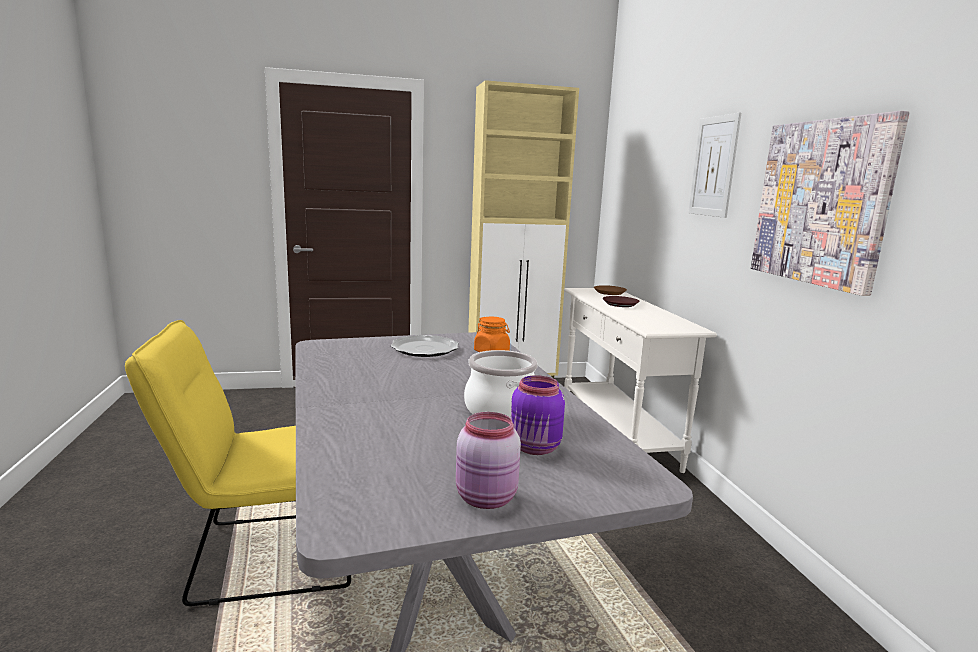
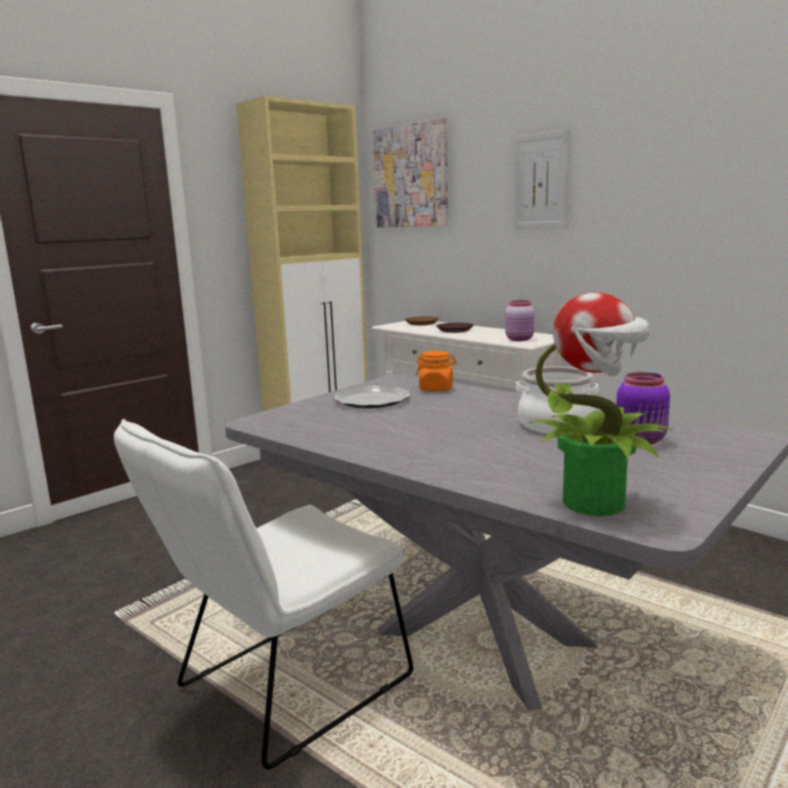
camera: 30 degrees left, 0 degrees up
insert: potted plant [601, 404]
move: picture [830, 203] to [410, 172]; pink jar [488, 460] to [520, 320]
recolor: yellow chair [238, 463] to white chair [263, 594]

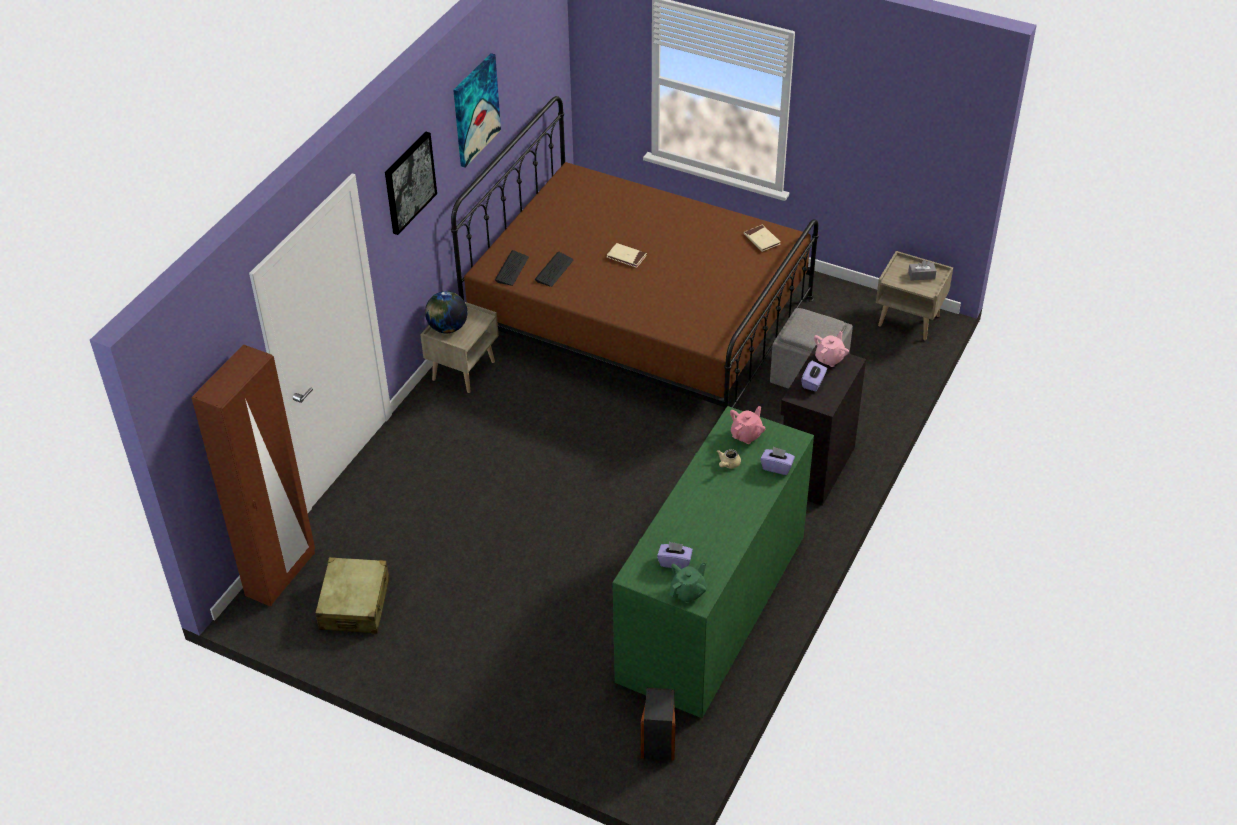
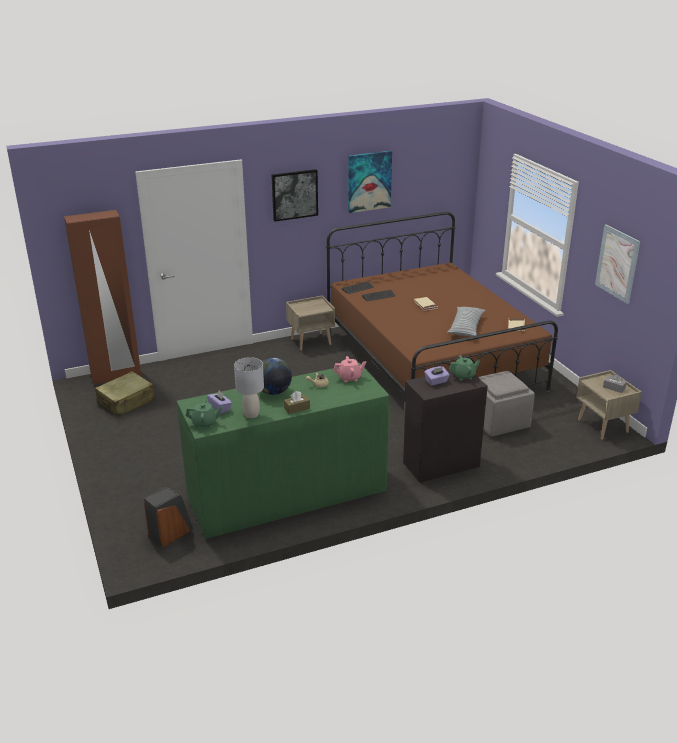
camera: 40 degrees right, 15 degrees down
delete: purple tissue box [777, 461]
insert: picture [617, 264]; pillow [466, 321]; grey table lamp [249, 387]; brown tissue box [297, 402]
move: globe [446, 312] to [277, 376]
recolor: pink teapot [831, 349] to green teapot [465, 367]

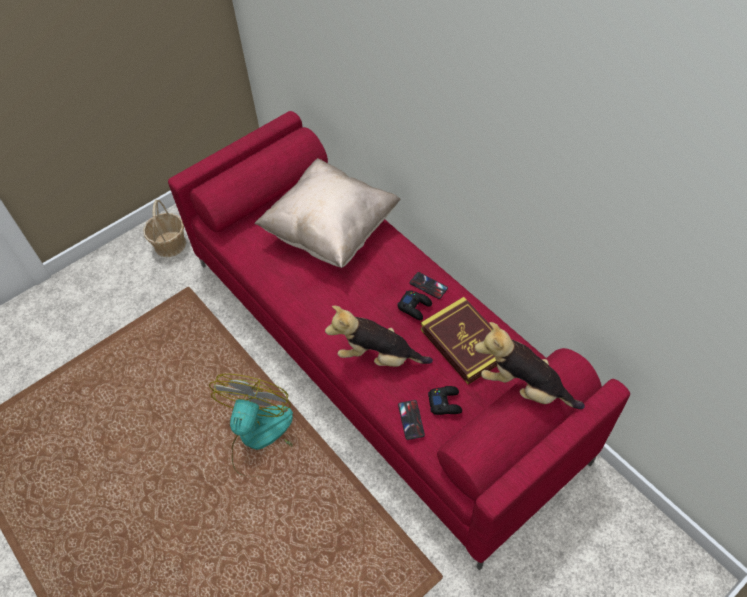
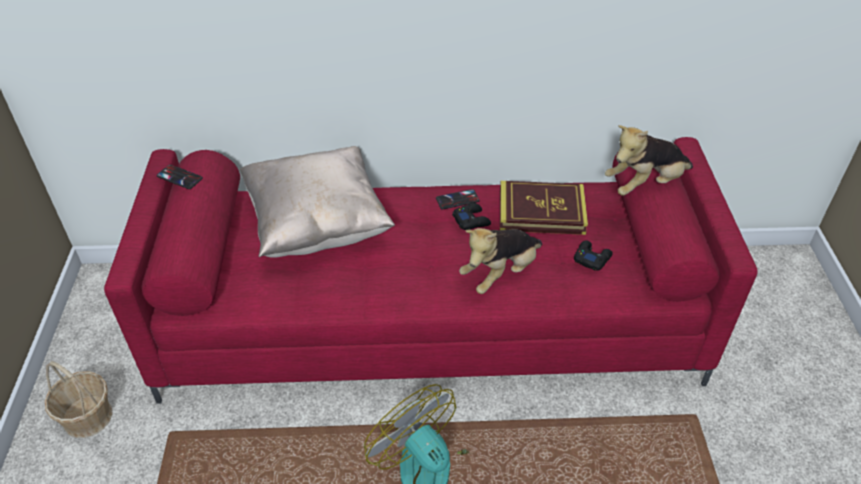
camera: 55 degrees left, 10 degrees down
move: phone [411, 420] to [180, 177]

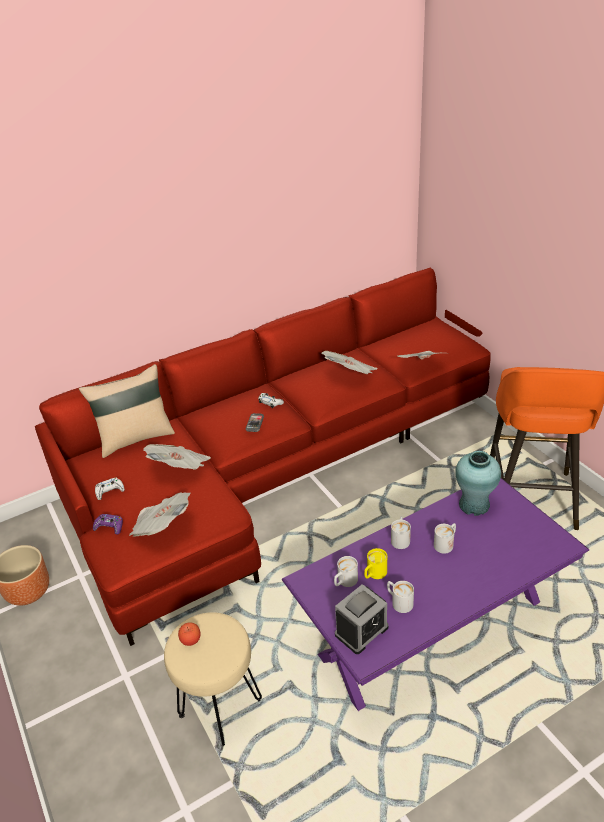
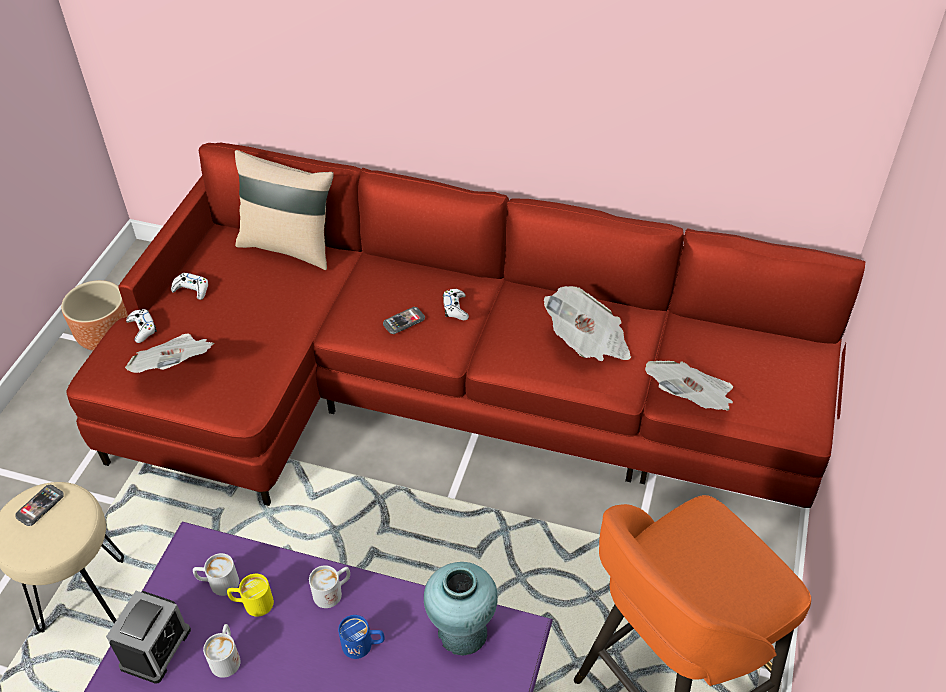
camera: 45 degrees right, 10 degrees up
delete: newspaper [177, 457]
replace: apple [189, 634] to phone [39, 505]
recolor: purple game controller [108, 524] to white game controller [141, 326]; white mug [445, 538] to blue mug [361, 637]
rotate: alarm clock [362, 619] = [148, 637] 75 degrees counterclockwise

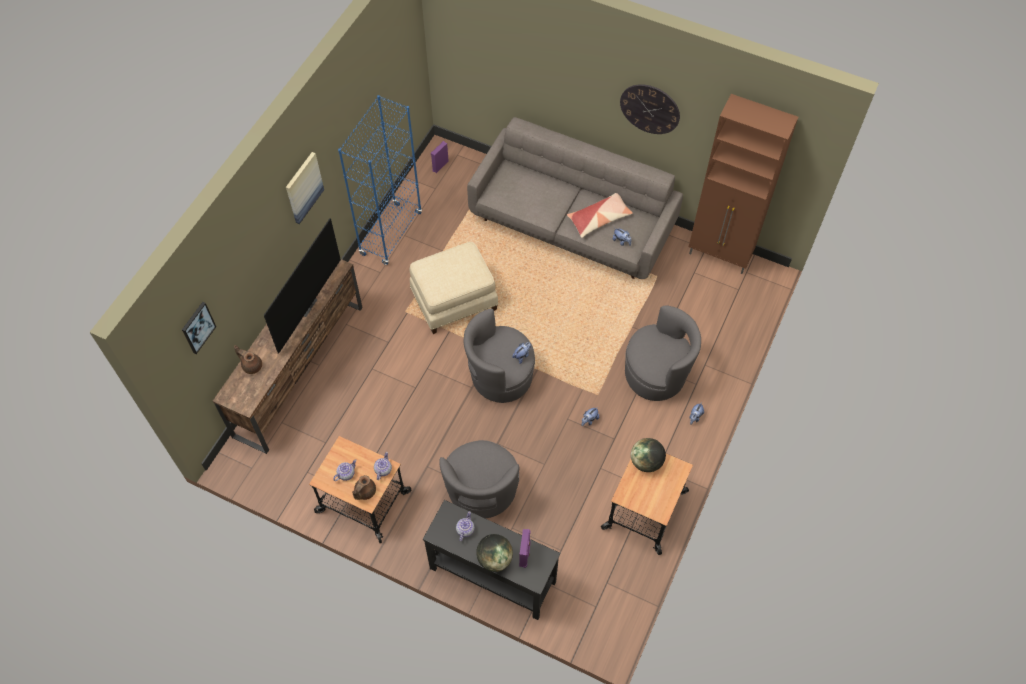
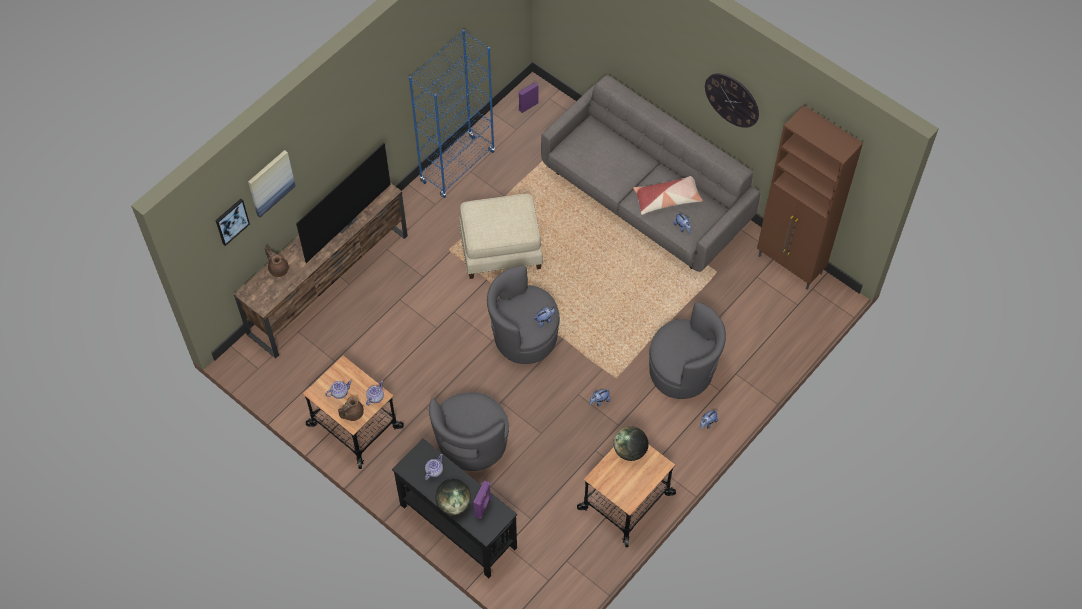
camera: 15 degrees right, 0 degrees up
move: picture [305, 188] to [271, 183]

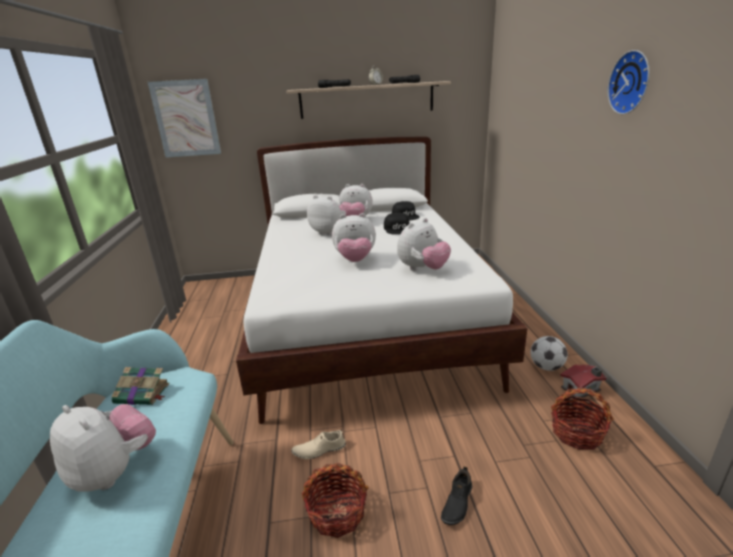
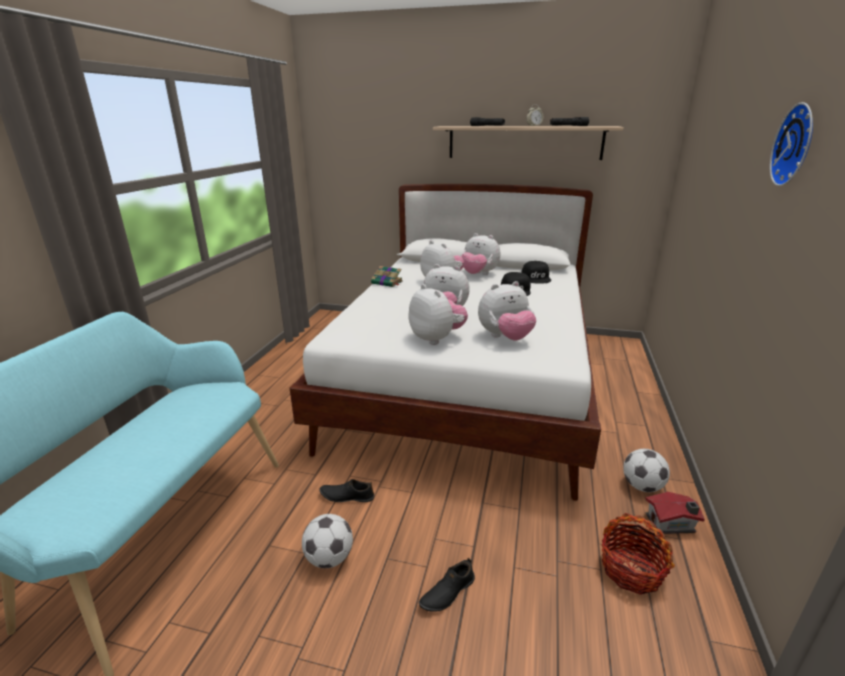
camera: 20 degrees right, 0 degrees up
delete: picture [184, 118]
move: book [141, 386] to [387, 276]; plush toy [103, 448] to [438, 314]
replace: basket [335, 500] to football [327, 541]
recolor: beige shoe [318, 444] to black shoe [346, 490]

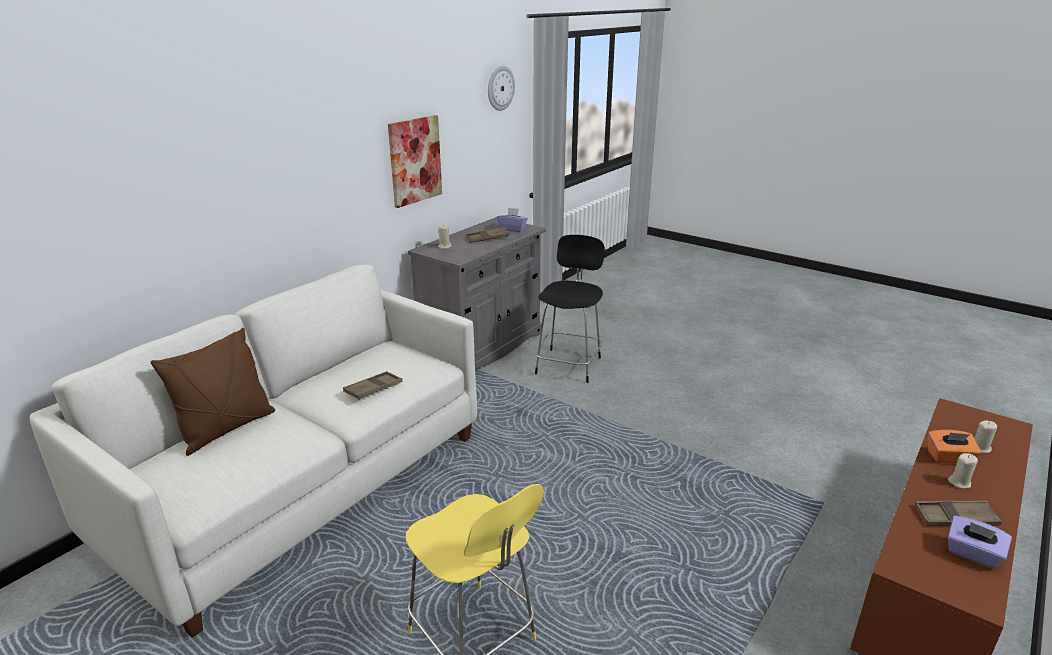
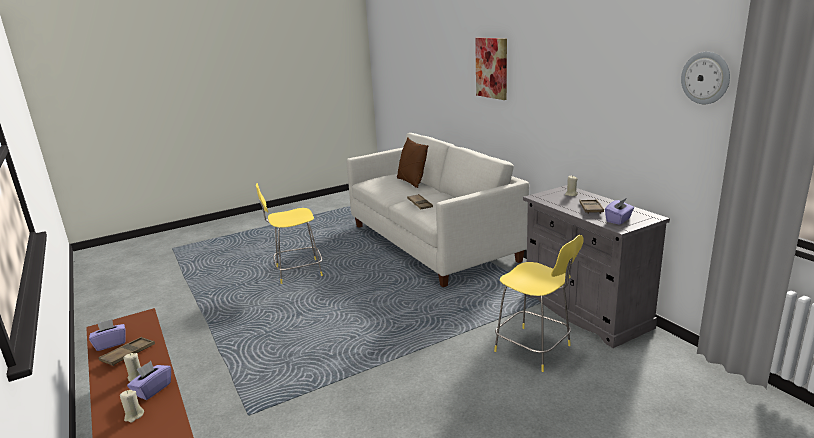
camera: 115 degrees right, 5 degrees down
move: picture [415, 161] to [491, 69]
recolor: black stool [570, 309] to yellow stool [539, 303]; orange tissue box [954, 446] to purple tissue box [149, 380]

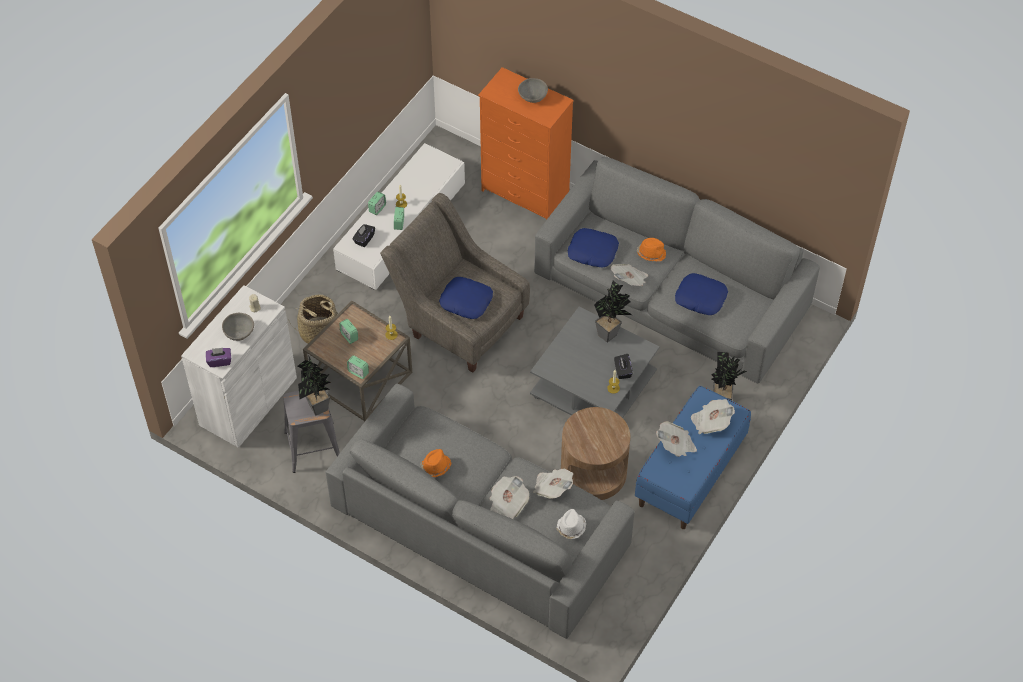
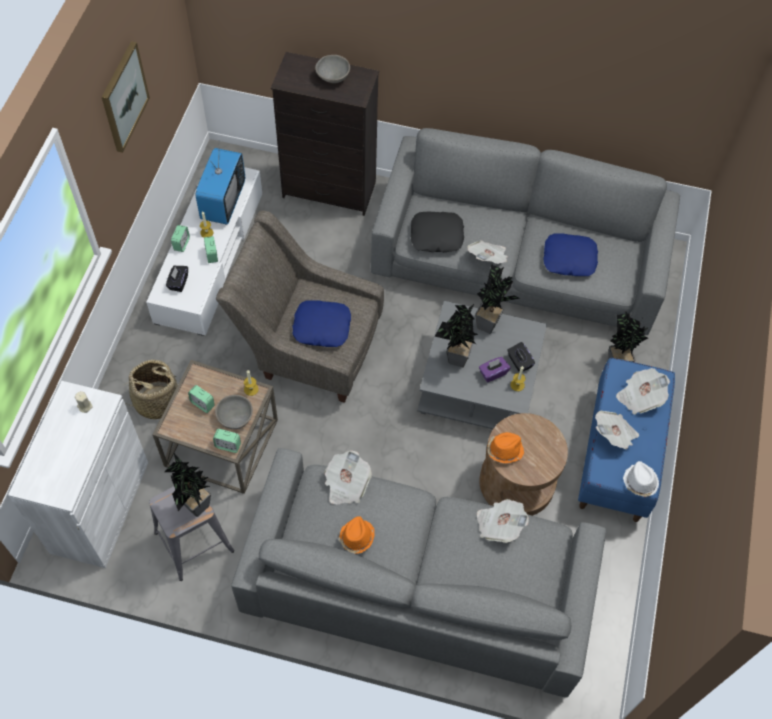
camera: 20 degrees left, 5 degrees up
insert: picture [126, 97]; television [220, 182]; potted plant [456, 335]
move: orange hat [651, 249] to [505, 448]; grey bowl [238, 327] to [234, 412]; purple tissue box [218, 357] to [494, 369]; newspaper [509, 497] to [348, 477]; white hat [571, 524] to [641, 479]
recolor: orange dresser [526, 143] to black dresser [325, 134]; blue pillow [593, 248] to black pillow [437, 231]

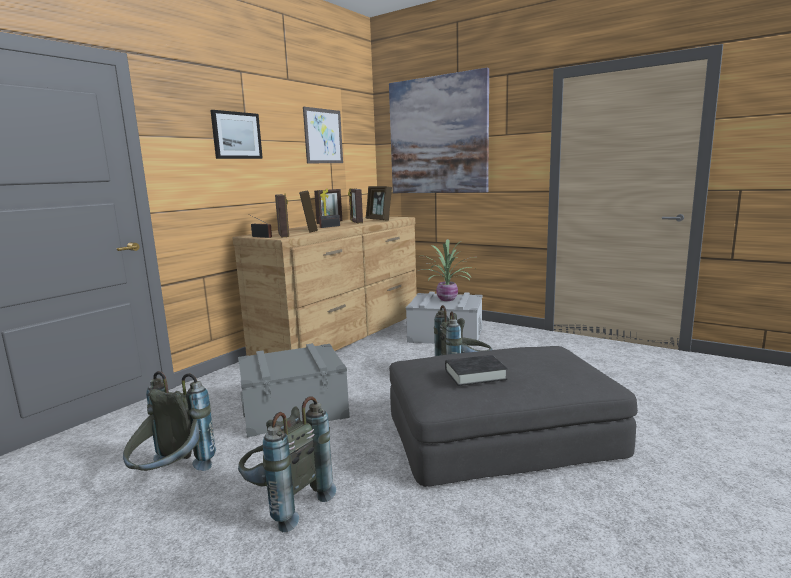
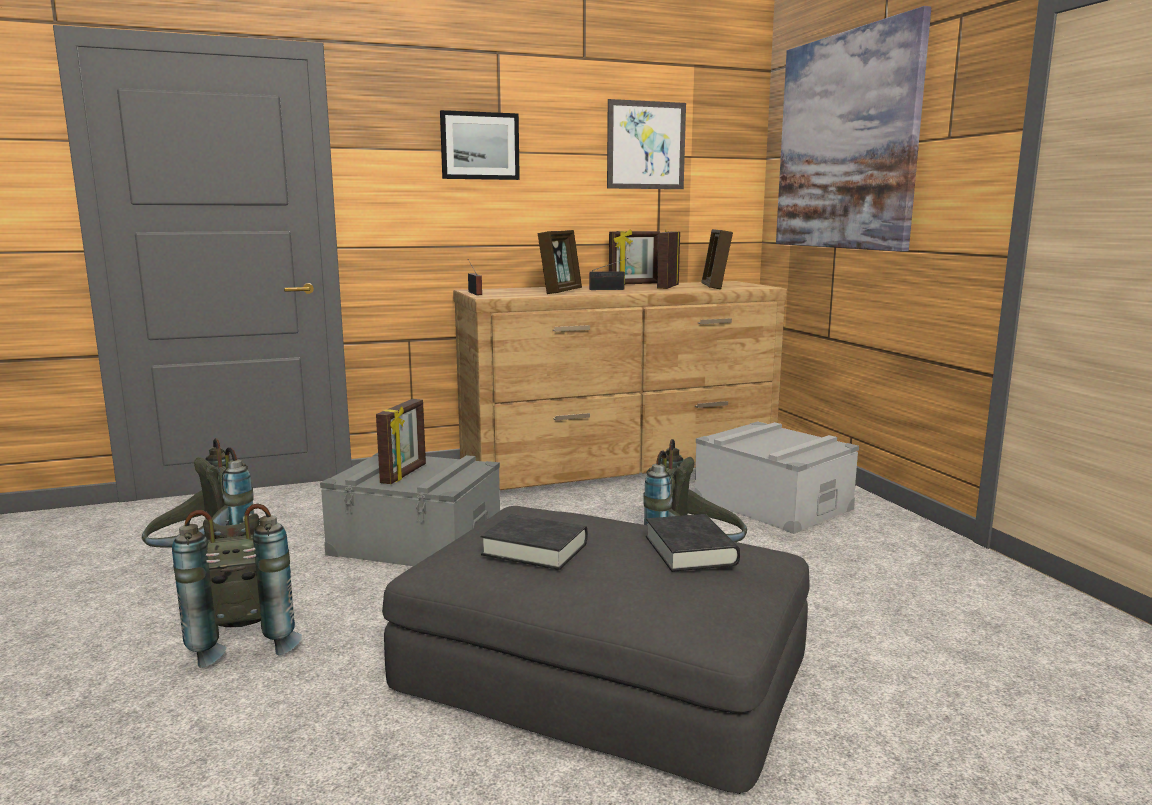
camera: 35 degrees right, 0 degrees up
delete: potted plant [445, 270]
insert: black book [693, 543]
move: picture frame [282, 215] to [401, 441]

